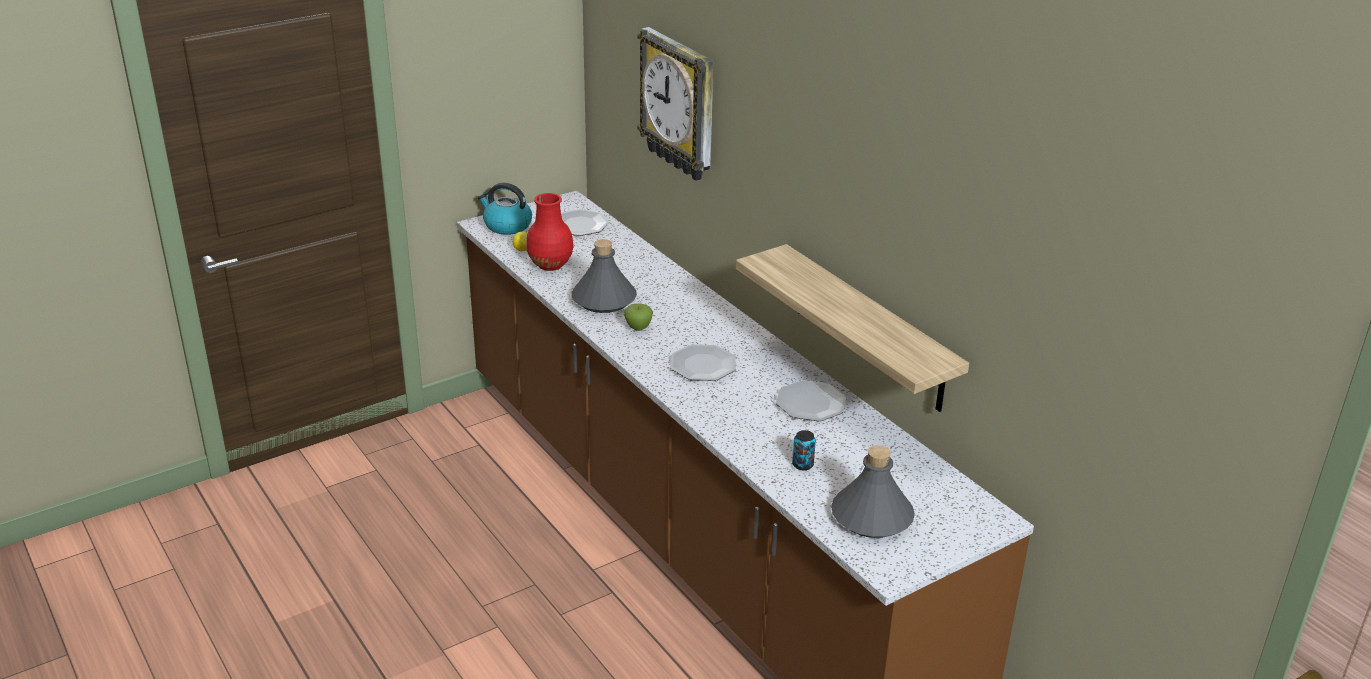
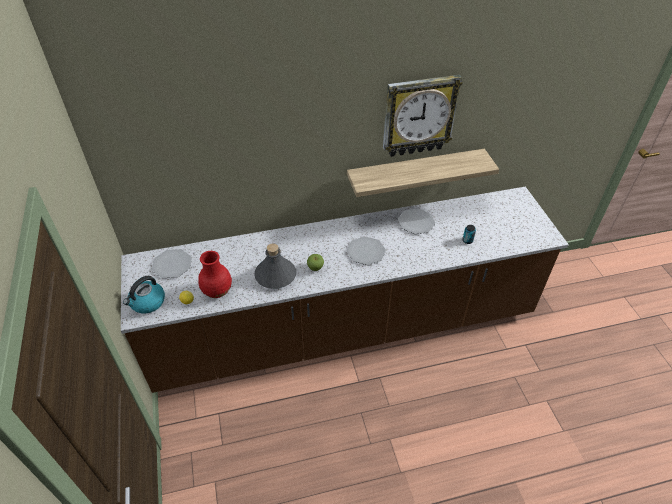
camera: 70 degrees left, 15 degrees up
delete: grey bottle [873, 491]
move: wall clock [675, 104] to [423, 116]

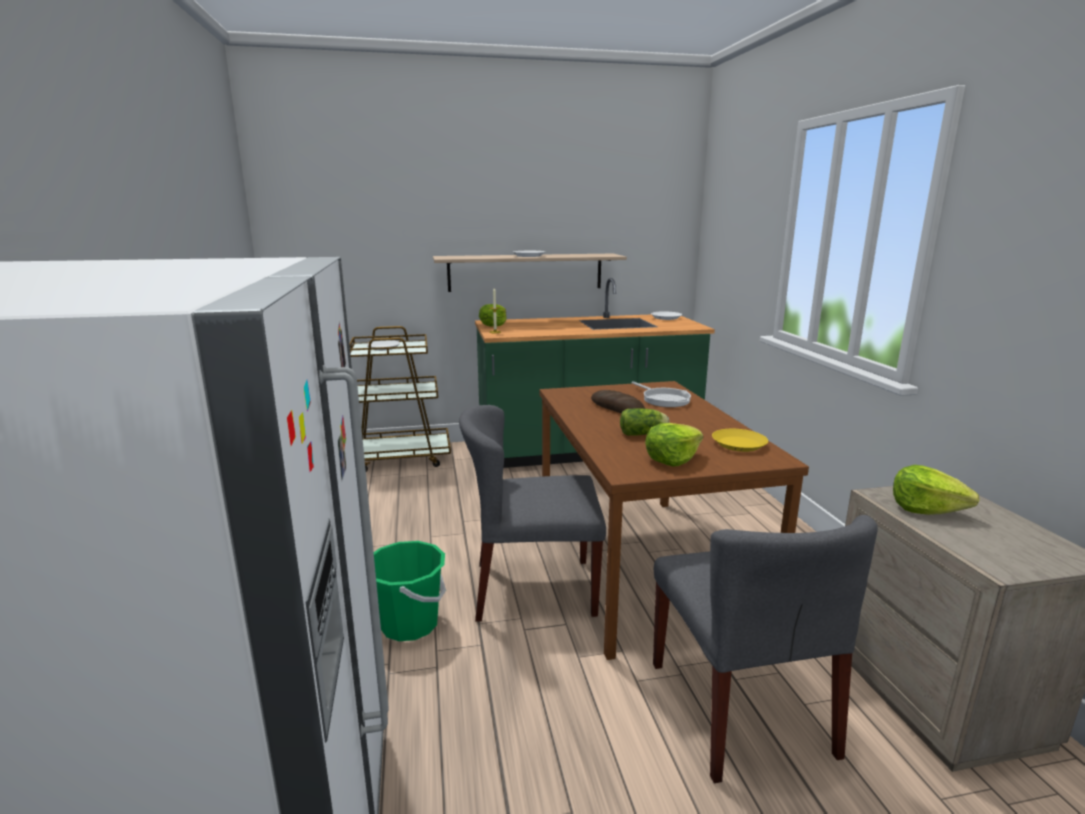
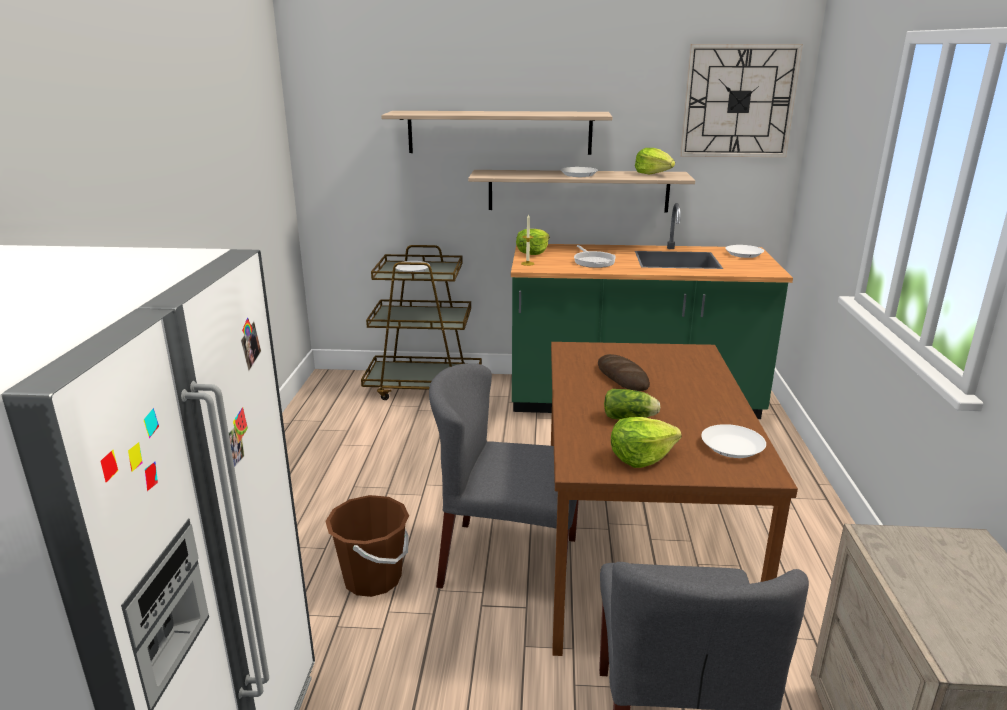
camera: 15 degrees right, 5 degrees up
insert: wall clock [741, 100]; shelf [497, 133]
move: frying pan [661, 394] to [595, 256]; lettuce [936, 490] to [655, 161]
recolor: yellow plate [740, 440] to white plate [733, 441]; green bucket [410, 591] to brown bucket [367, 546]

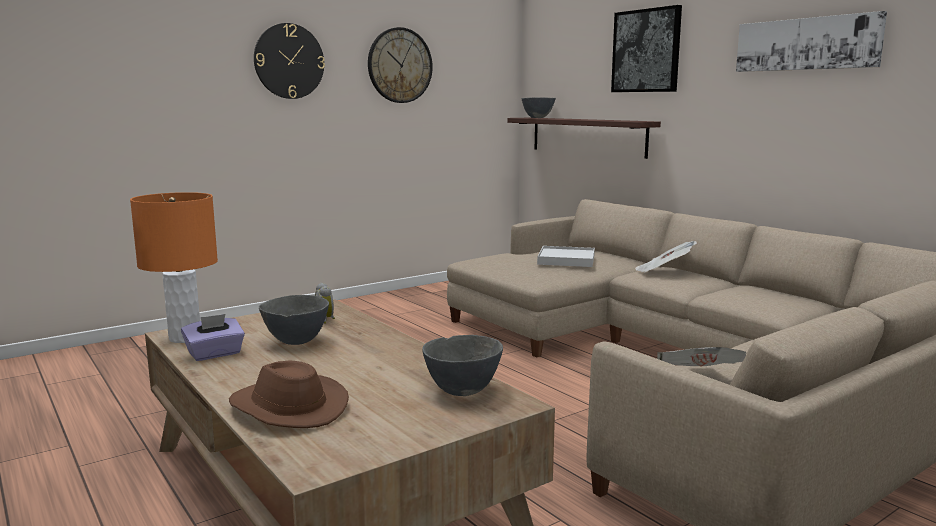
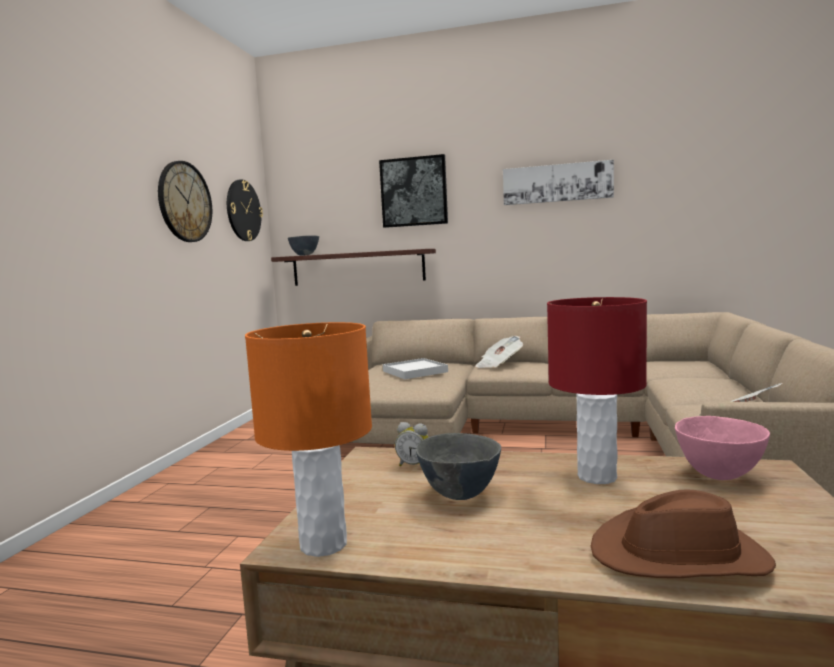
camera: 40 degrees left, 5 degrees down
delete: purple tissue box [213, 337]
insert: red table lamp [597, 390]
move: wall clock [289, 61] to [245, 210]
recolor: grey bowl [462, 365] to pink bowl [722, 448]

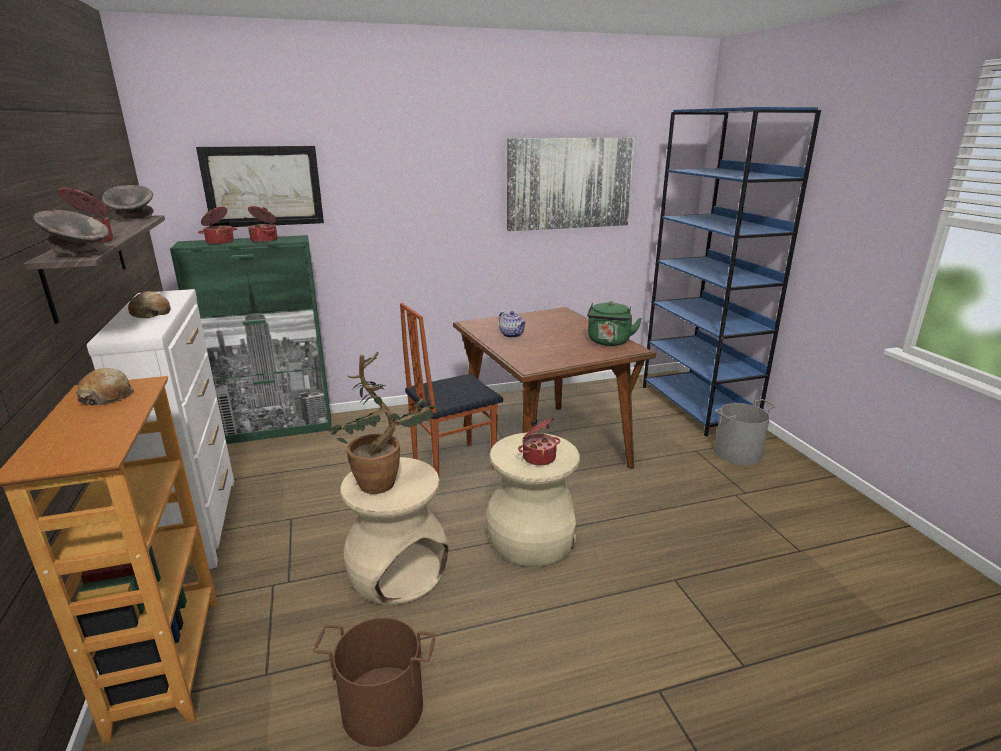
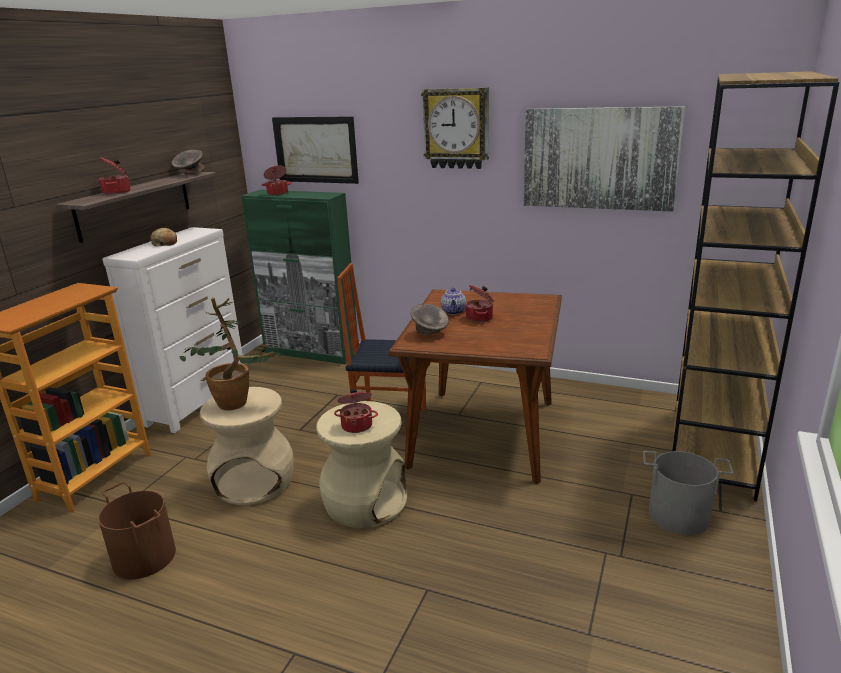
camera: 40 degrees right, 0 degrees up
delete: green kettle [614, 323]; bread [105, 387]
insert: wall clock [455, 128]
move: cooking pot [263, 224] to [479, 304]; grey bowl [71, 232] to [430, 320]
recolor: blue bookcase [732, 271] to brown bookcase [756, 286]

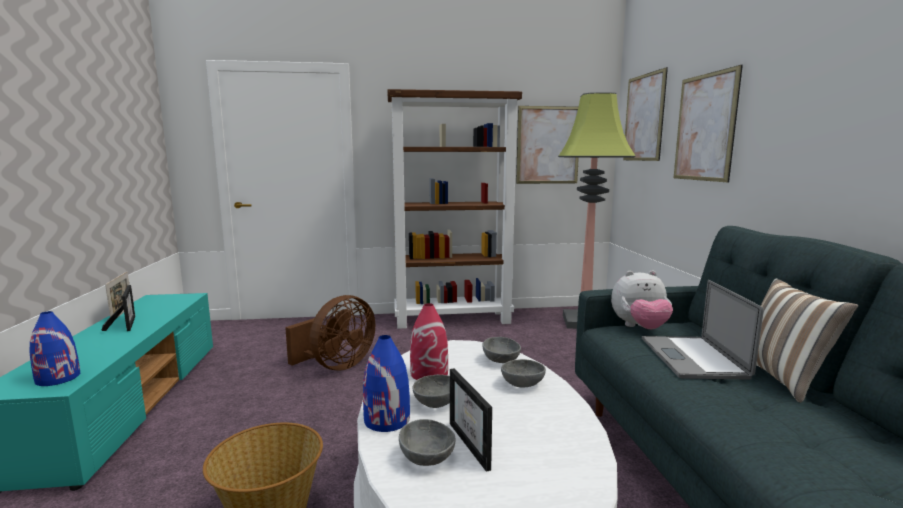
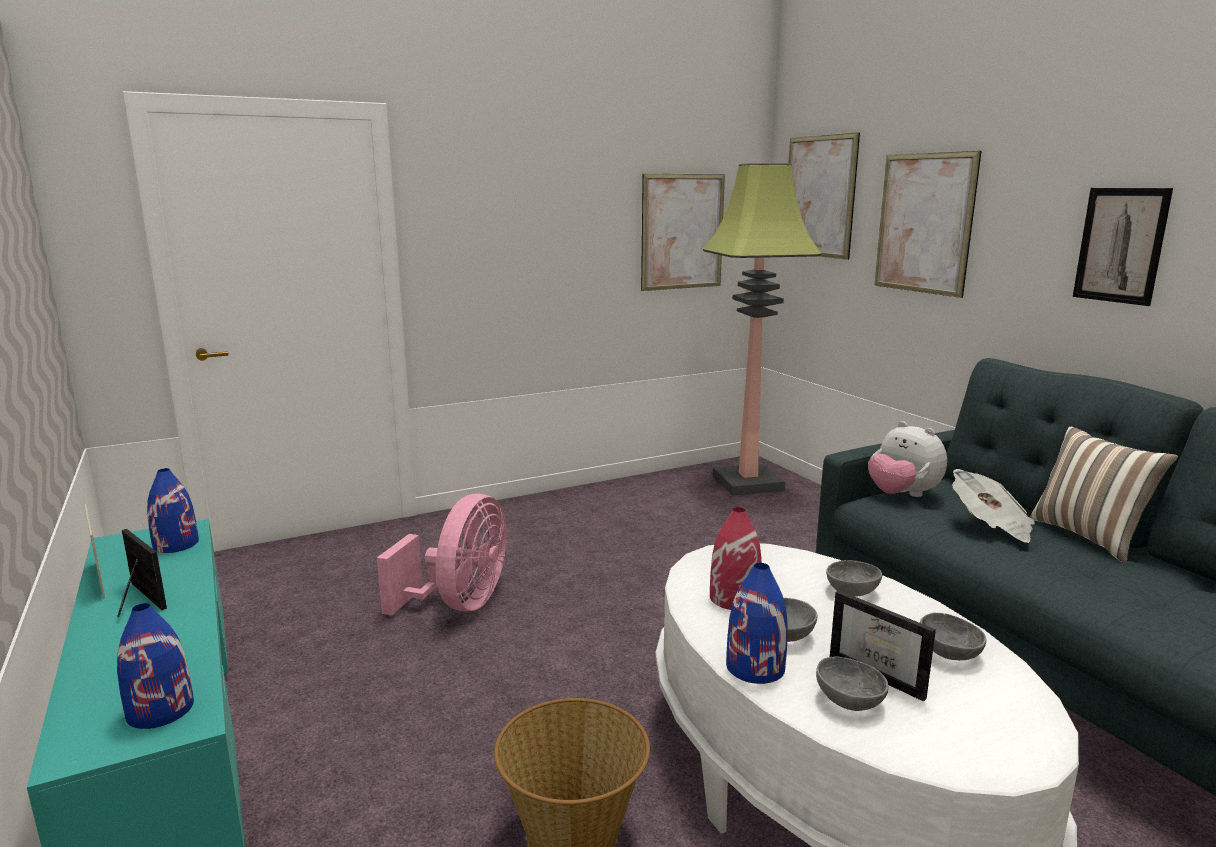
camera: 20 degrees left, 5 degrees up
delete: brown bookcase [454, 209]
insert: picture [1123, 247]; blue vase [173, 510]
move: grey bowl [502, 350] to [953, 636]
replace: laptop [703, 330] to newspaper [993, 506]
recolor: brown fan [330, 333] to pink fan [441, 555]
rotate: plush toy [642, 299] = [907, 459] 75 degrees clockwise

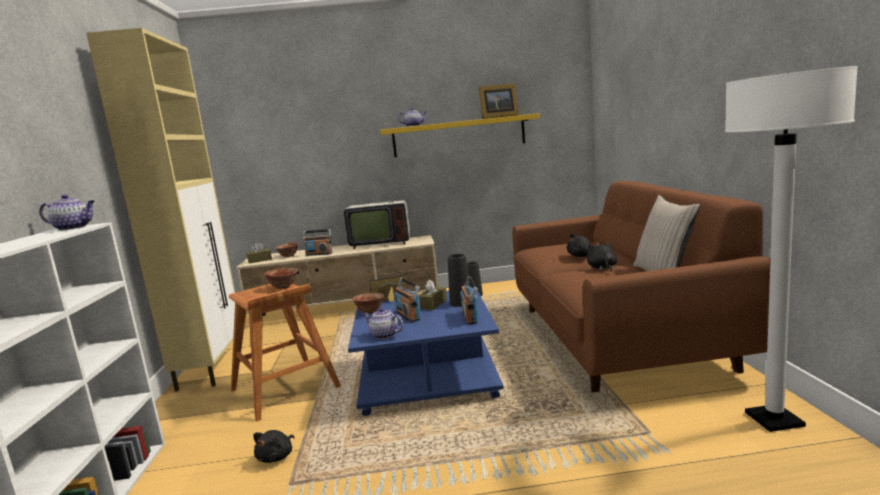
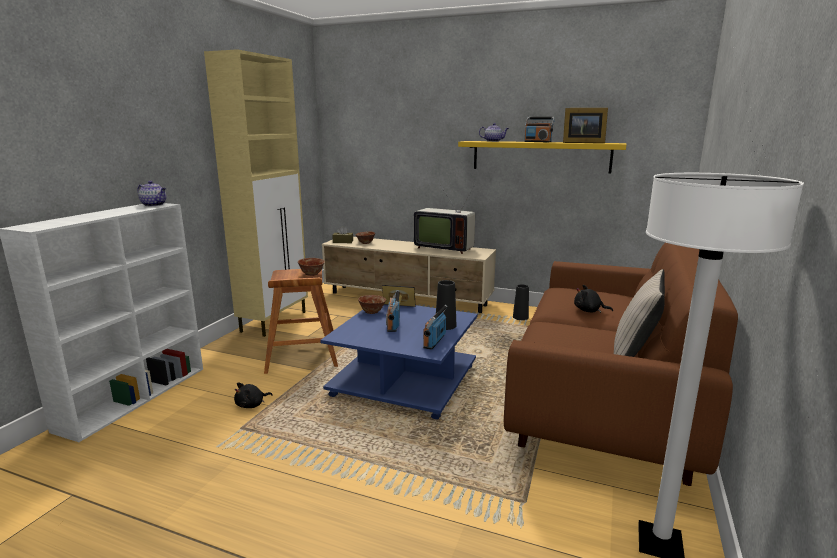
camera: 25 degrees right, 5 degrees up
delete: black plush toy [602, 256]; brown tissue box [432, 294]; teapot [383, 323]
move: radio [318, 242] to [539, 129]

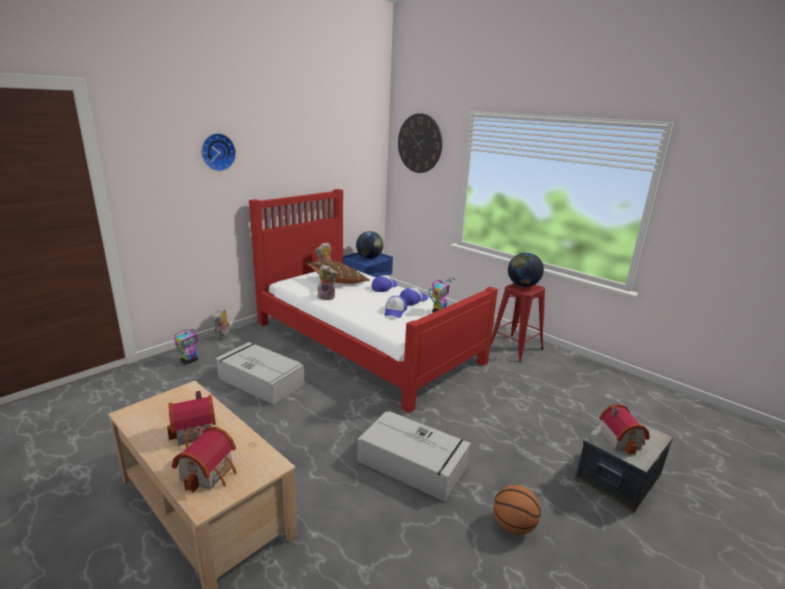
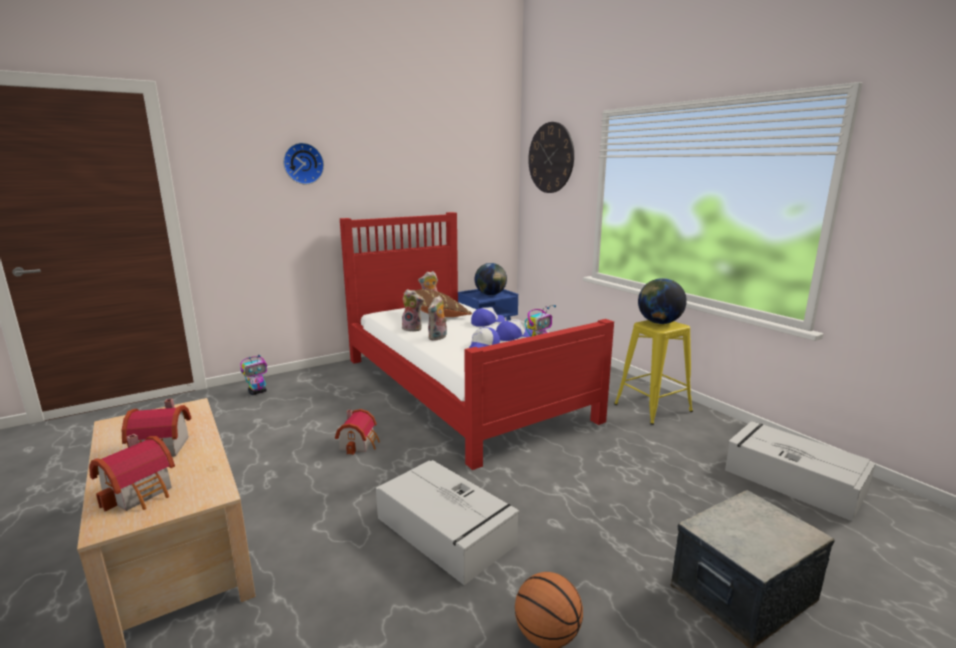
camera: 15 degrees right, 5 degrees down
move: plush toy [222, 324] to [437, 318]; grey storage box [260, 373] to [800, 471]; toy house [624, 429] to [357, 432]
recolor: red stool [517, 322] to yellow stool [653, 372]

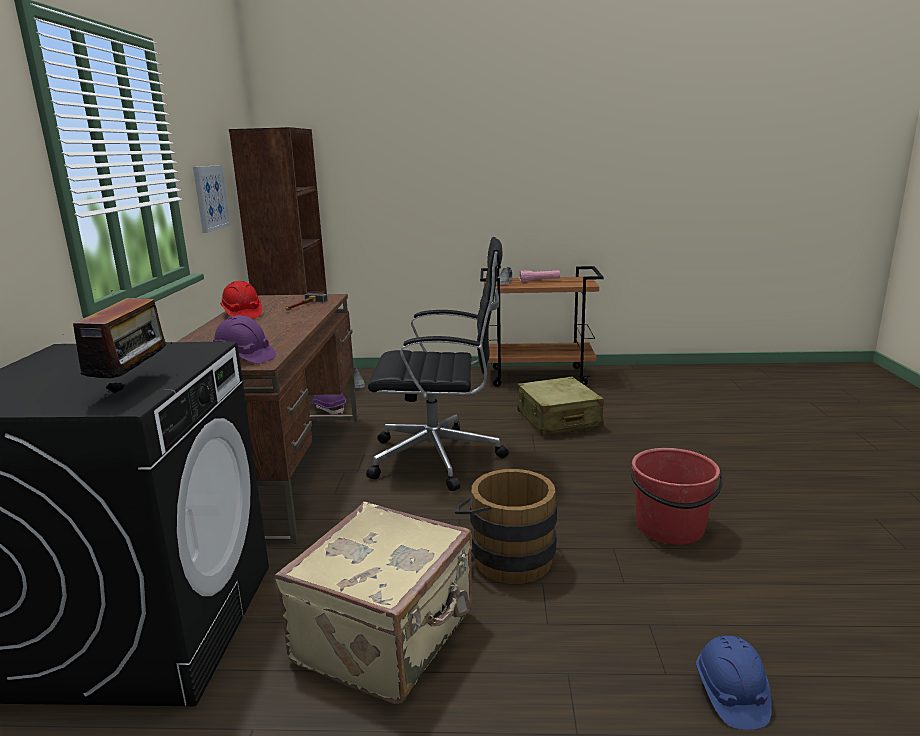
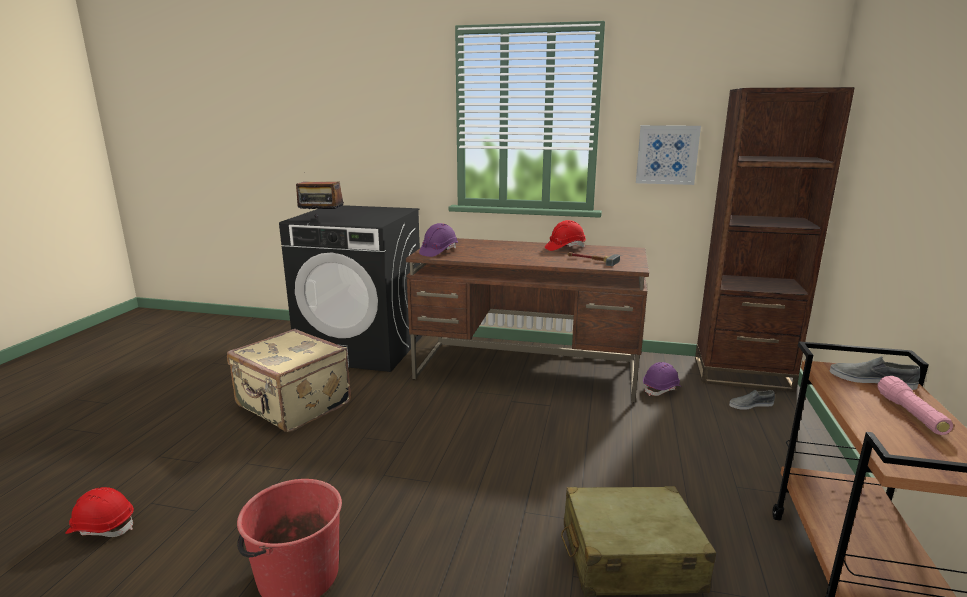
camera: 100 degrees right, 0 degrees up
delete: black office chair [437, 364]; brown bucket [506, 526]
recolor: blue hard hat [734, 683] to red hard hat [99, 512]

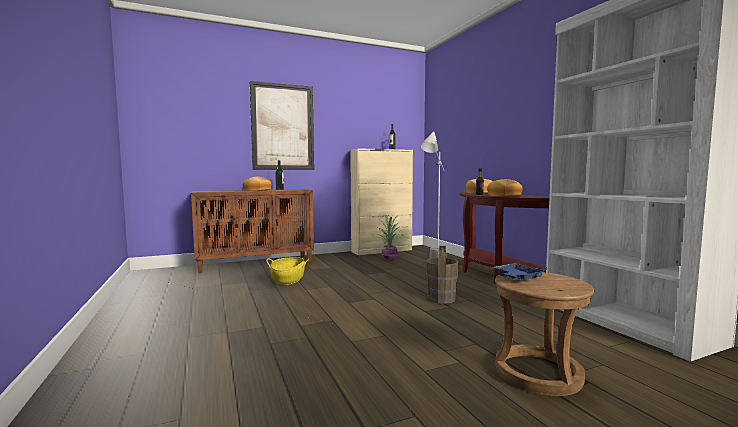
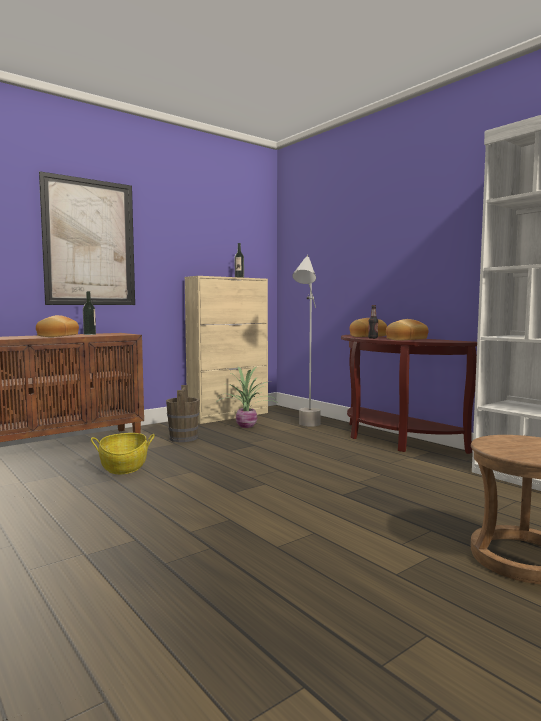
camera: 15 degrees left, 0 degrees up
delete: blue tray [520, 271]
move: brown bucket [442, 275] to [182, 413]

